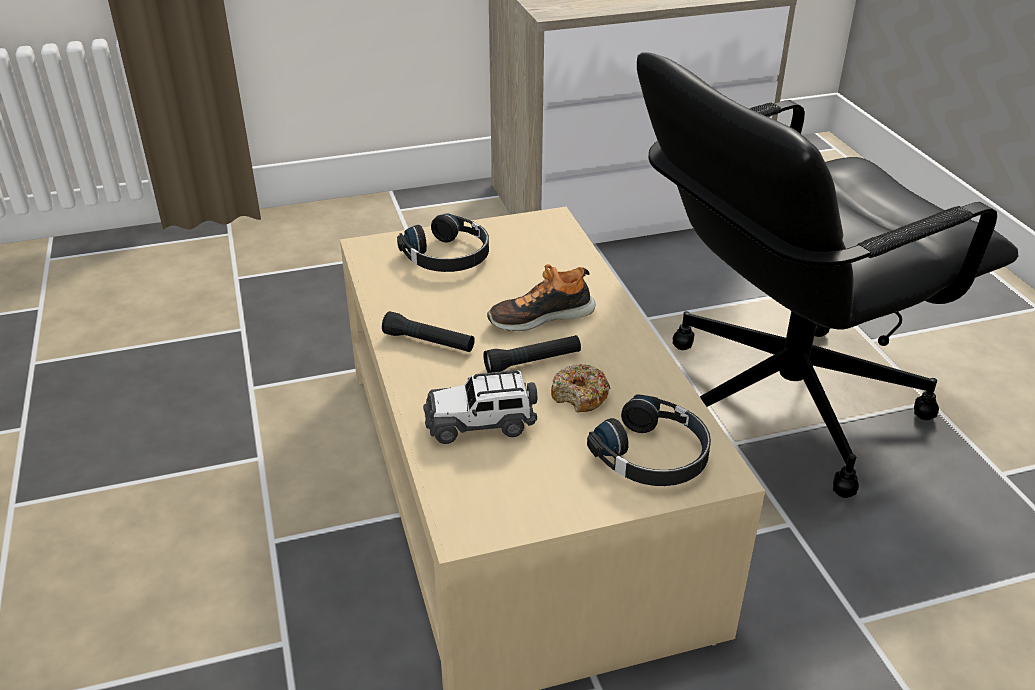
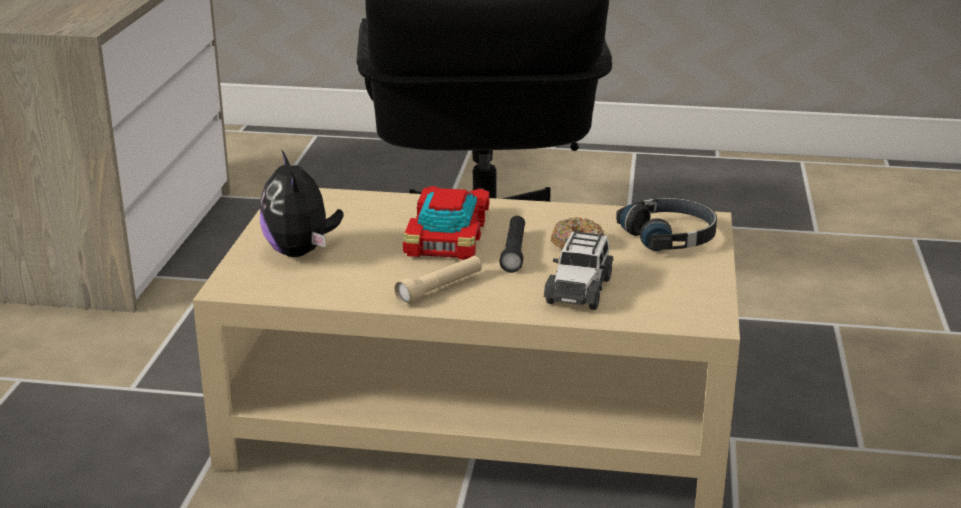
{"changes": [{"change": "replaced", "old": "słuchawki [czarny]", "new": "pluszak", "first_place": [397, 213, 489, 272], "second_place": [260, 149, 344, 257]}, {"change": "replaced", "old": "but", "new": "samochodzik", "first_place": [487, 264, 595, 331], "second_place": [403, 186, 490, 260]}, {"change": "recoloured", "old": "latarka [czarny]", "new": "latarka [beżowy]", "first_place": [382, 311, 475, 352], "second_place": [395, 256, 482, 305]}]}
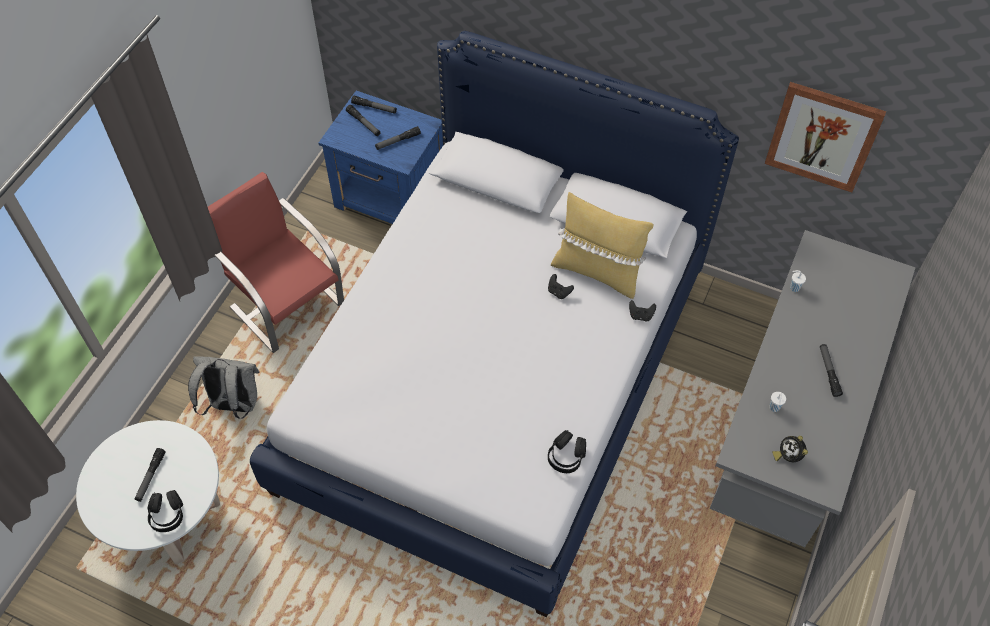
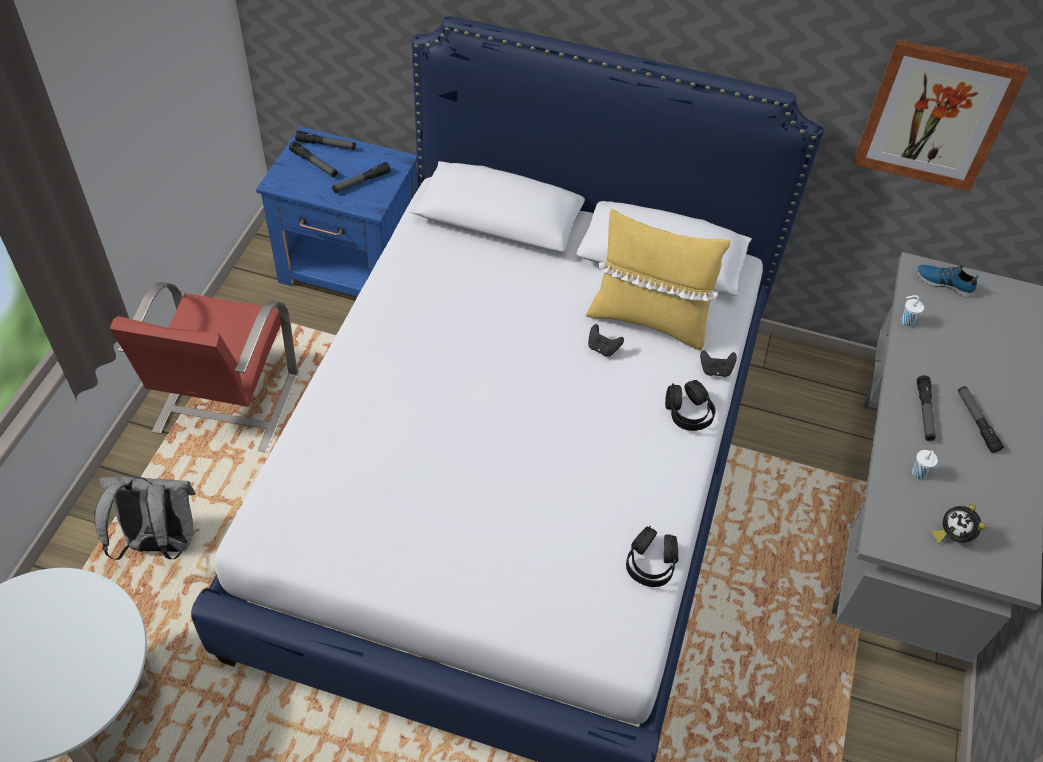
{"changes": [{"change": "turned", "old": "krzesło [czerwony]", "first_place": [208, 172, 344, 353], "second_place": [110, 282, 298, 453], "degrees": -120}, {"change": "moved", "old": "latarka", "first_place": [135, 448, 166, 502], "second_place": [917, 375, 936, 441]}, {"change": "moved", "old": "słuchawki [czarny]", "first_place": [148, 490, 183, 532], "second_place": [665, 380, 715, 431]}, {"change": "added", "new": "but", "second_place": [916, 263, 979, 298]}]}
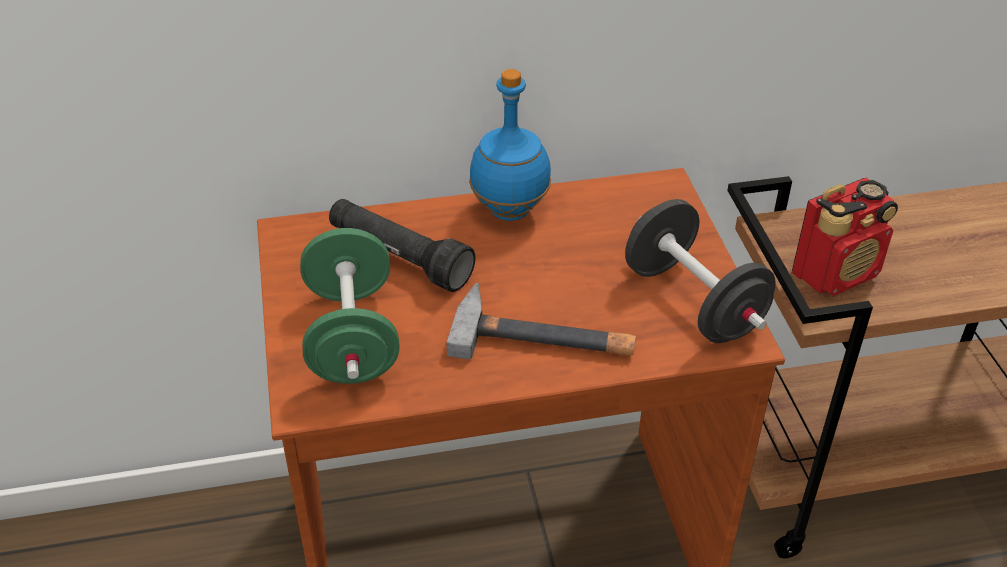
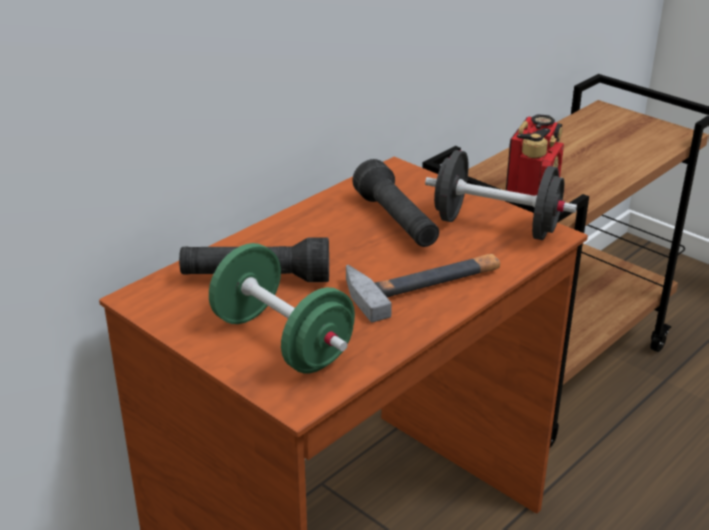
{"changes": [{"change": "removed", "old": "butelka [niebieski]", "first_place": [469, 69, 551, 221]}, {"change": "added", "new": "latarka [czarny]", "second_place": [352, 159, 439, 247]}]}
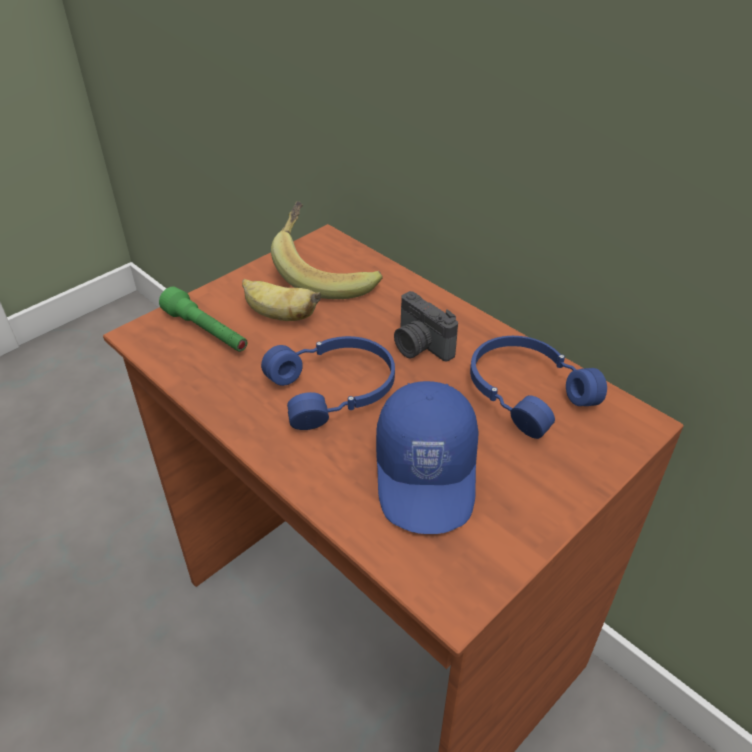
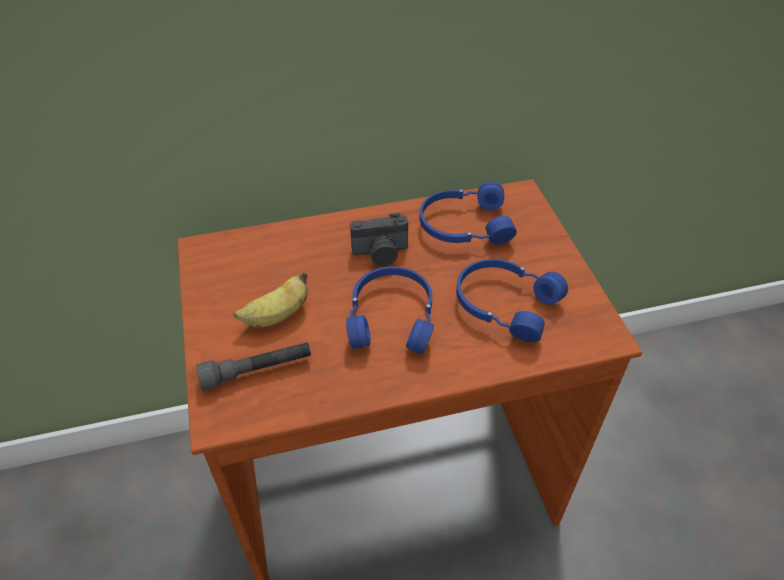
{"changes": [{"change": "removed", "old": "banan", "first_place": [271, 201, 383, 299]}, {"change": "recoloured", "old": "latarka [zielony]", "new": "latarka [szary]", "first_place": [159, 287, 247, 352], "second_place": [196, 343, 311, 390]}, {"change": "replaced", "old": "czapka z daszkiem [niebieski]", "new": "słuchawki [niebieski]", "first_place": [376, 381, 478, 534], "second_place": [456, 259, 568, 342]}]}
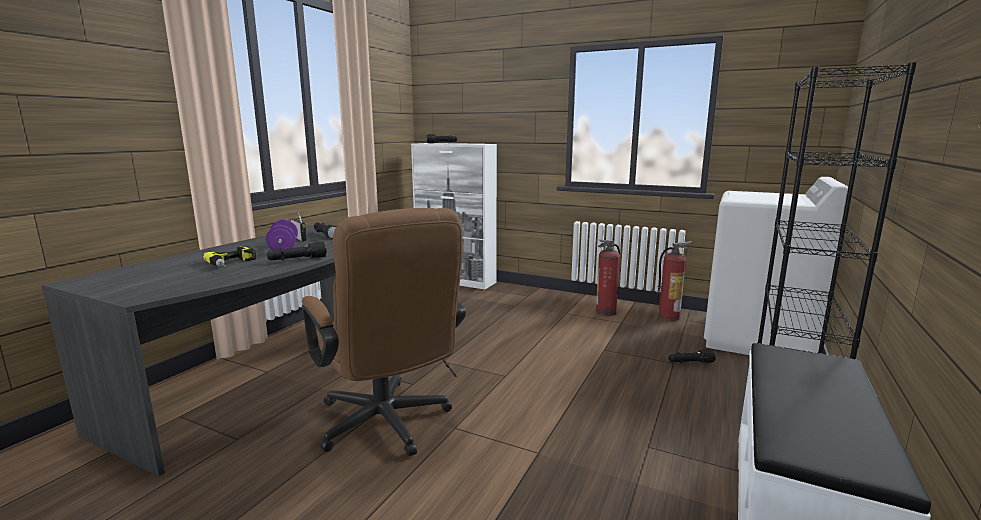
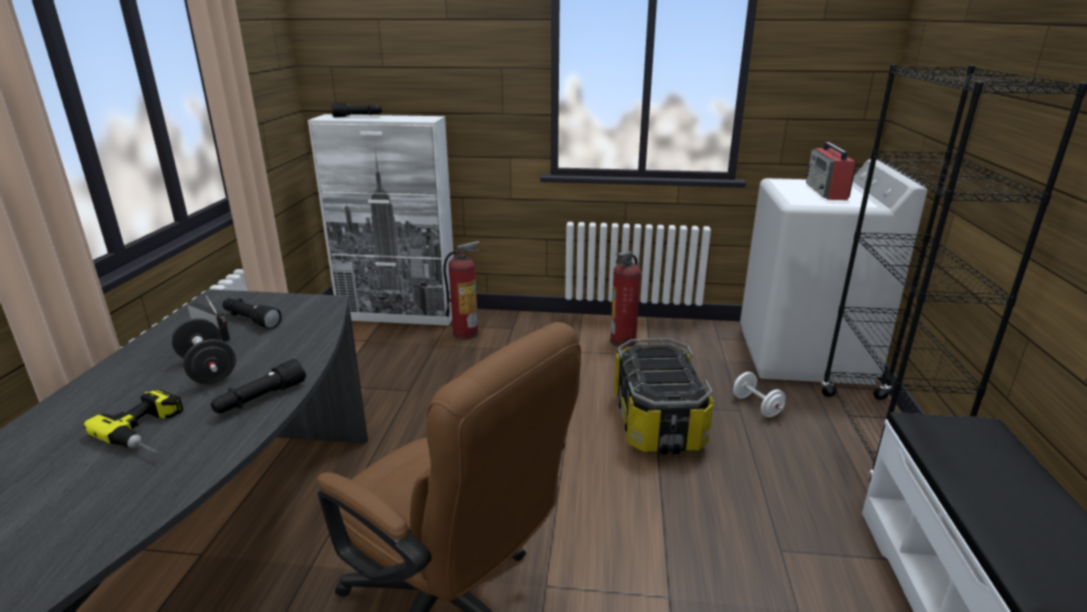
{"changes": [{"change": "recoloured", "old": "hantel [fioletowy]", "new": "hantel [czarny]", "first_place": [266, 219, 298, 250], "second_place": [171, 318, 236, 384]}, {"change": "moved", "old": "gaśnica", "first_place": [655, 241, 692, 321], "second_place": [443, 241, 480, 339]}, {"change": "replaced", "old": "latarka [czarny]", "new": "hantel [biały]", "first_place": [668, 349, 716, 364], "second_place": [733, 372, 786, 418]}, {"change": "added", "new": "radio", "second_place": [805, 142, 857, 200]}, {"change": "added", "new": "pojemnik do przechowywania", "second_place": [614, 338, 714, 455]}]}
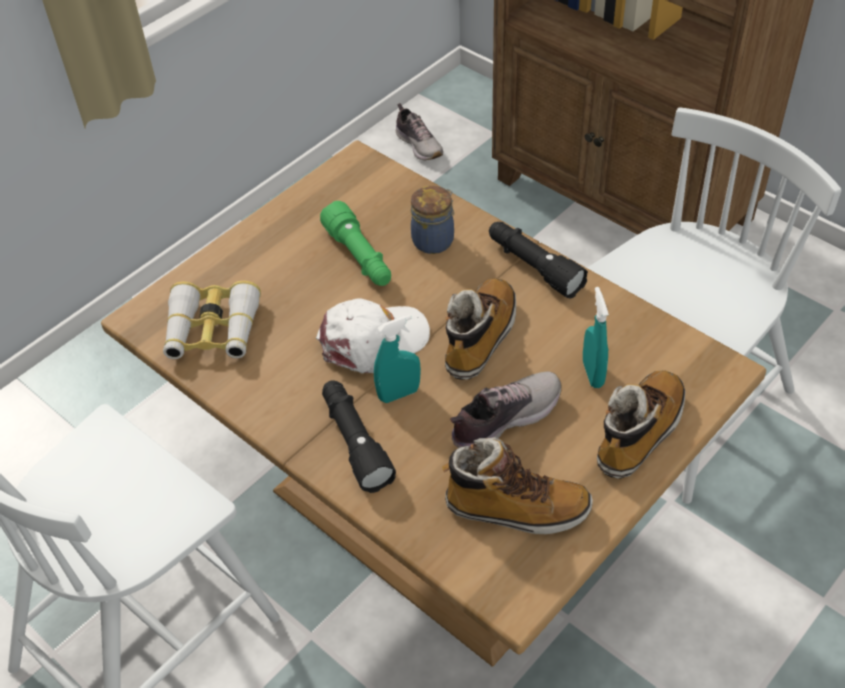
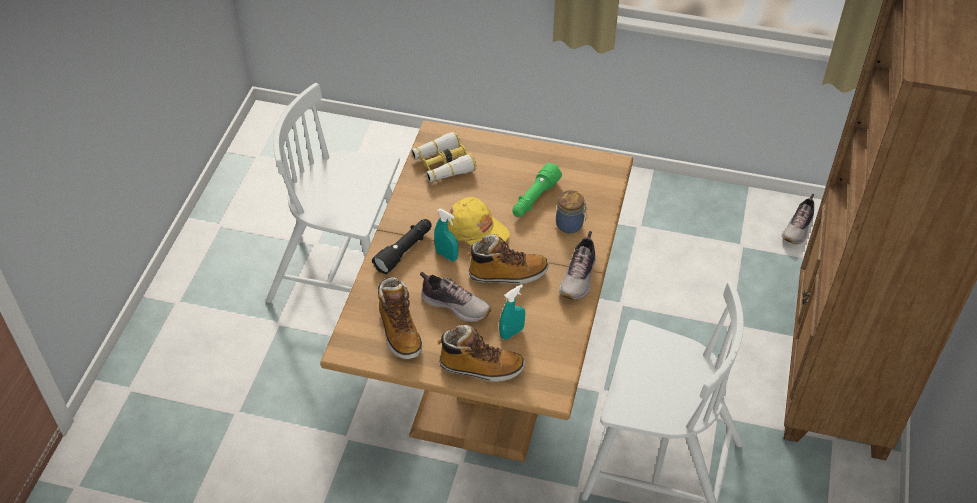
{"changes": [{"change": "replaced", "old": "latarka [czarny]", "new": "but", "first_place": [489, 222, 588, 299], "second_place": [559, 231, 596, 300]}, {"change": "recoloured", "old": "czapka z daszkiem [biały]", "new": "czapka z daszkiem [żółty]", "first_place": [316, 299, 430, 373], "second_place": [447, 197, 510, 246]}]}
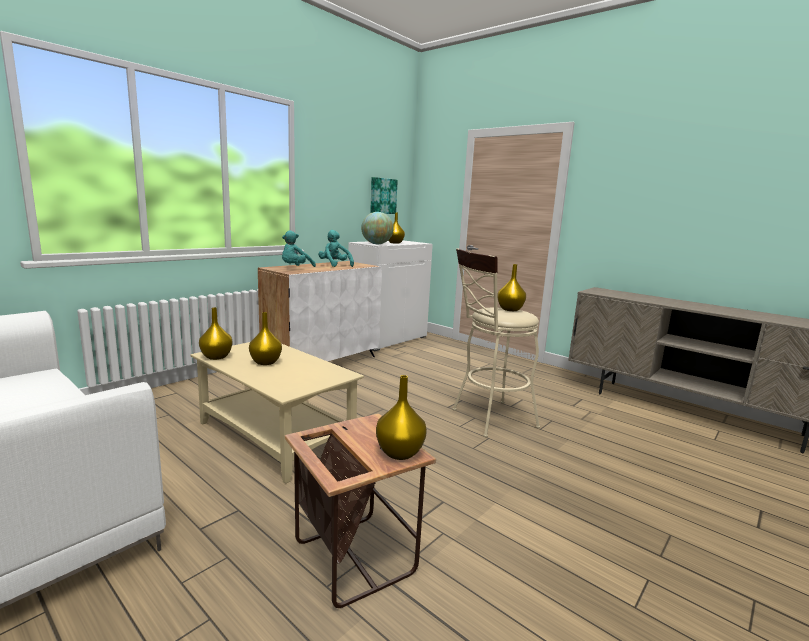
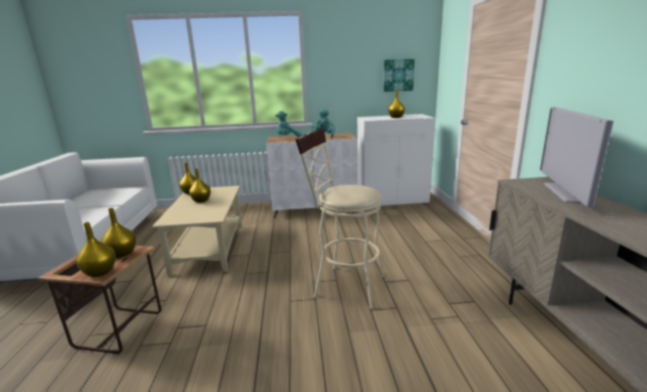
{"changes": [{"change": "removed", "old": "globus", "first_place": [361, 212, 394, 244]}, {"change": "moved", "old": "wazon [żółty]", "first_place": [497, 264, 526, 311], "second_place": [101, 208, 136, 258]}, {"change": "added", "new": "telewizor", "second_place": [540, 107, 614, 208]}]}
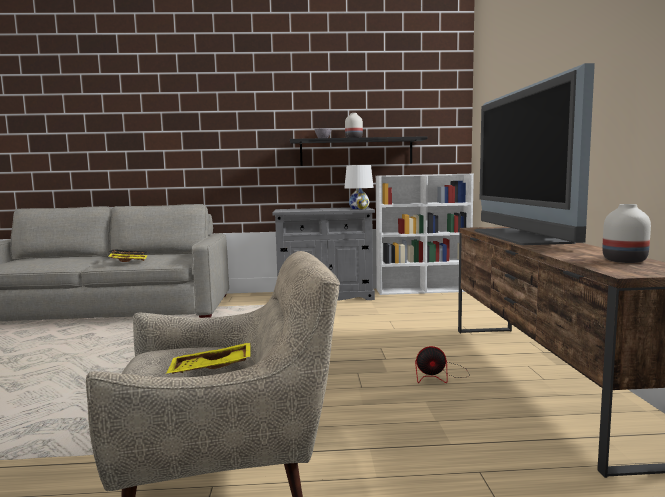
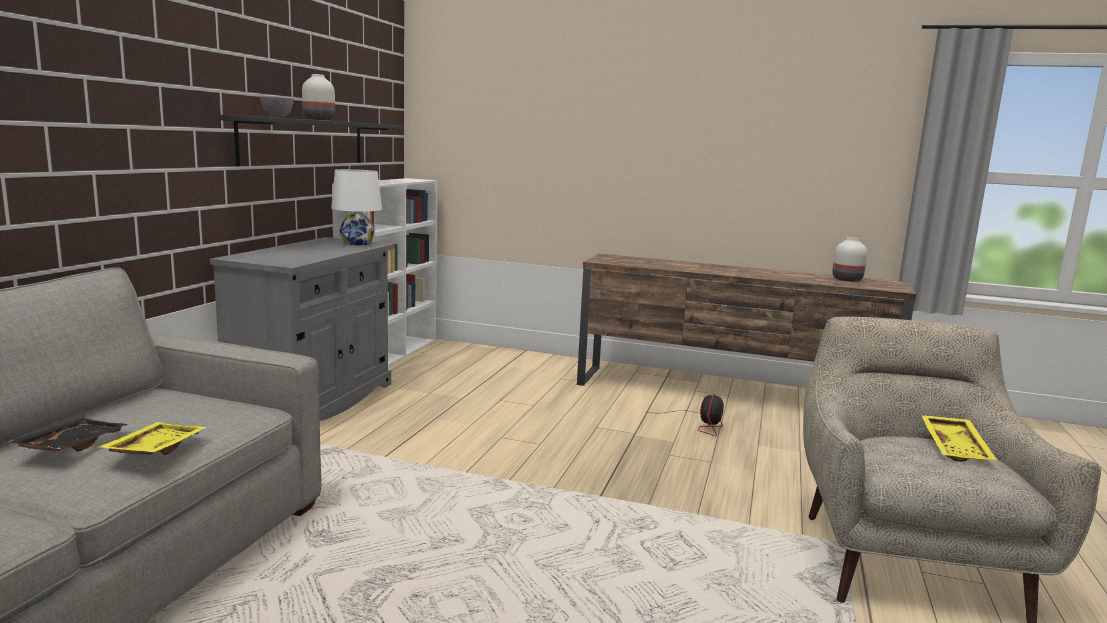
{"changes": [{"change": "removed", "old": "telewizor", "first_place": [475, 63, 595, 245]}]}
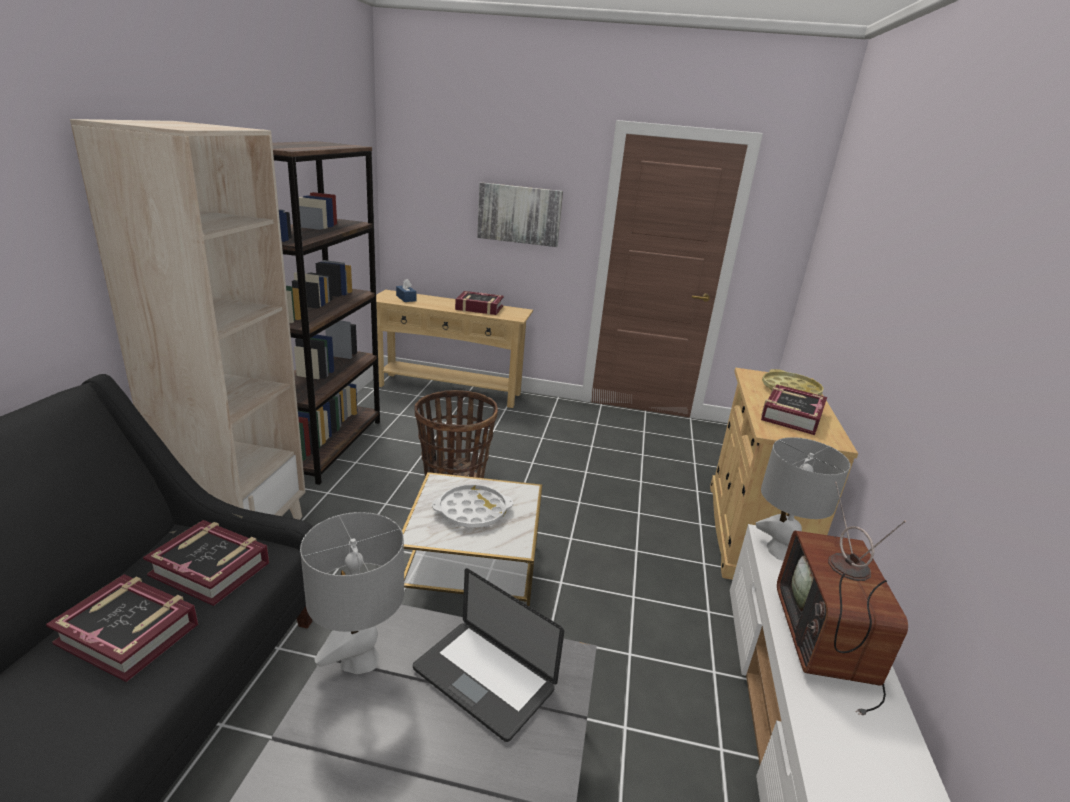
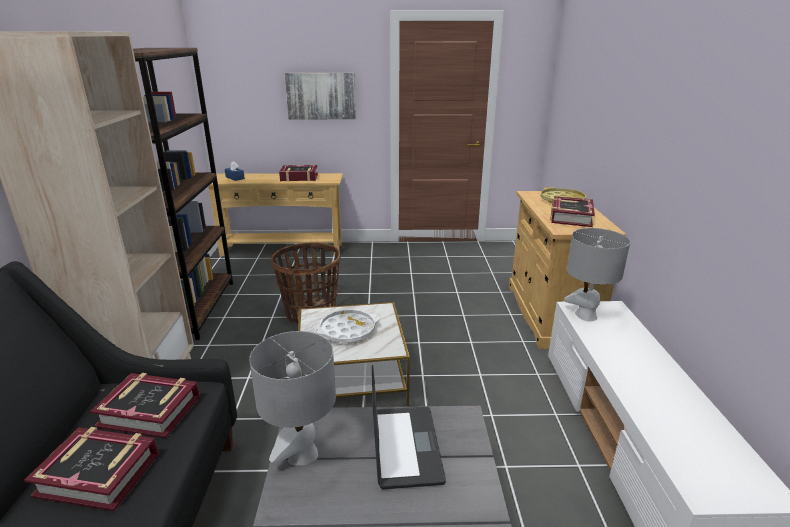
{"changes": [{"change": "removed", "old": "telewizor", "first_place": [777, 482, 908, 715]}, {"change": "turned", "old": "laptop", "first_place": [413, 568, 564, 742], "second_place": [372, 365, 446, 489], "degrees": -120}]}
